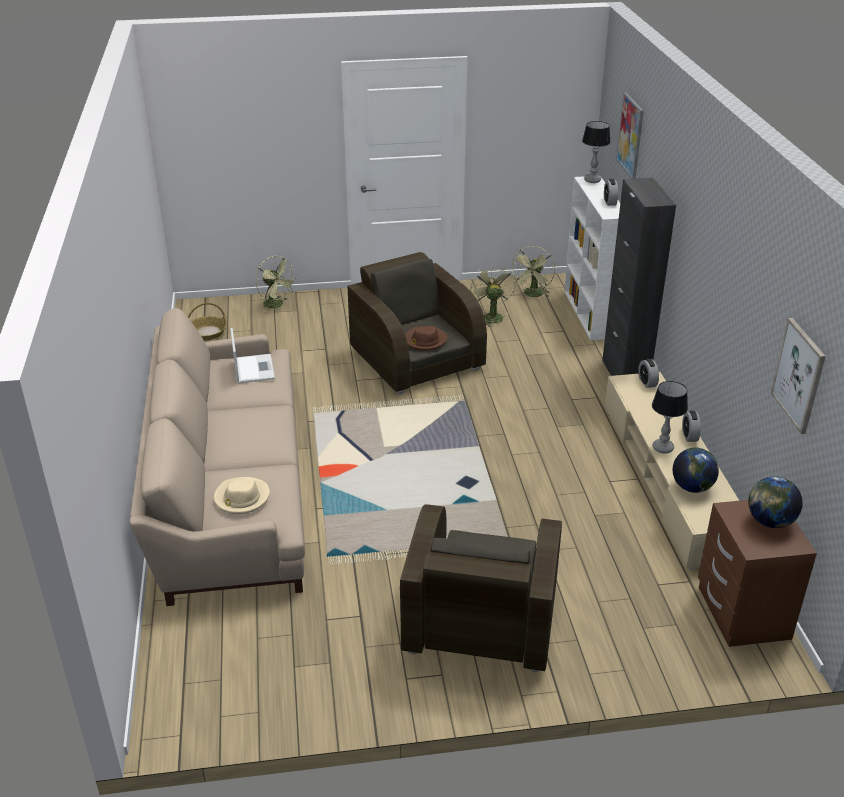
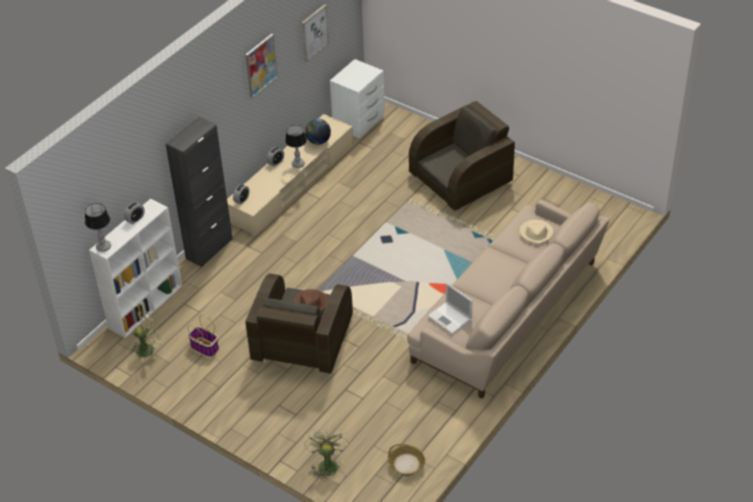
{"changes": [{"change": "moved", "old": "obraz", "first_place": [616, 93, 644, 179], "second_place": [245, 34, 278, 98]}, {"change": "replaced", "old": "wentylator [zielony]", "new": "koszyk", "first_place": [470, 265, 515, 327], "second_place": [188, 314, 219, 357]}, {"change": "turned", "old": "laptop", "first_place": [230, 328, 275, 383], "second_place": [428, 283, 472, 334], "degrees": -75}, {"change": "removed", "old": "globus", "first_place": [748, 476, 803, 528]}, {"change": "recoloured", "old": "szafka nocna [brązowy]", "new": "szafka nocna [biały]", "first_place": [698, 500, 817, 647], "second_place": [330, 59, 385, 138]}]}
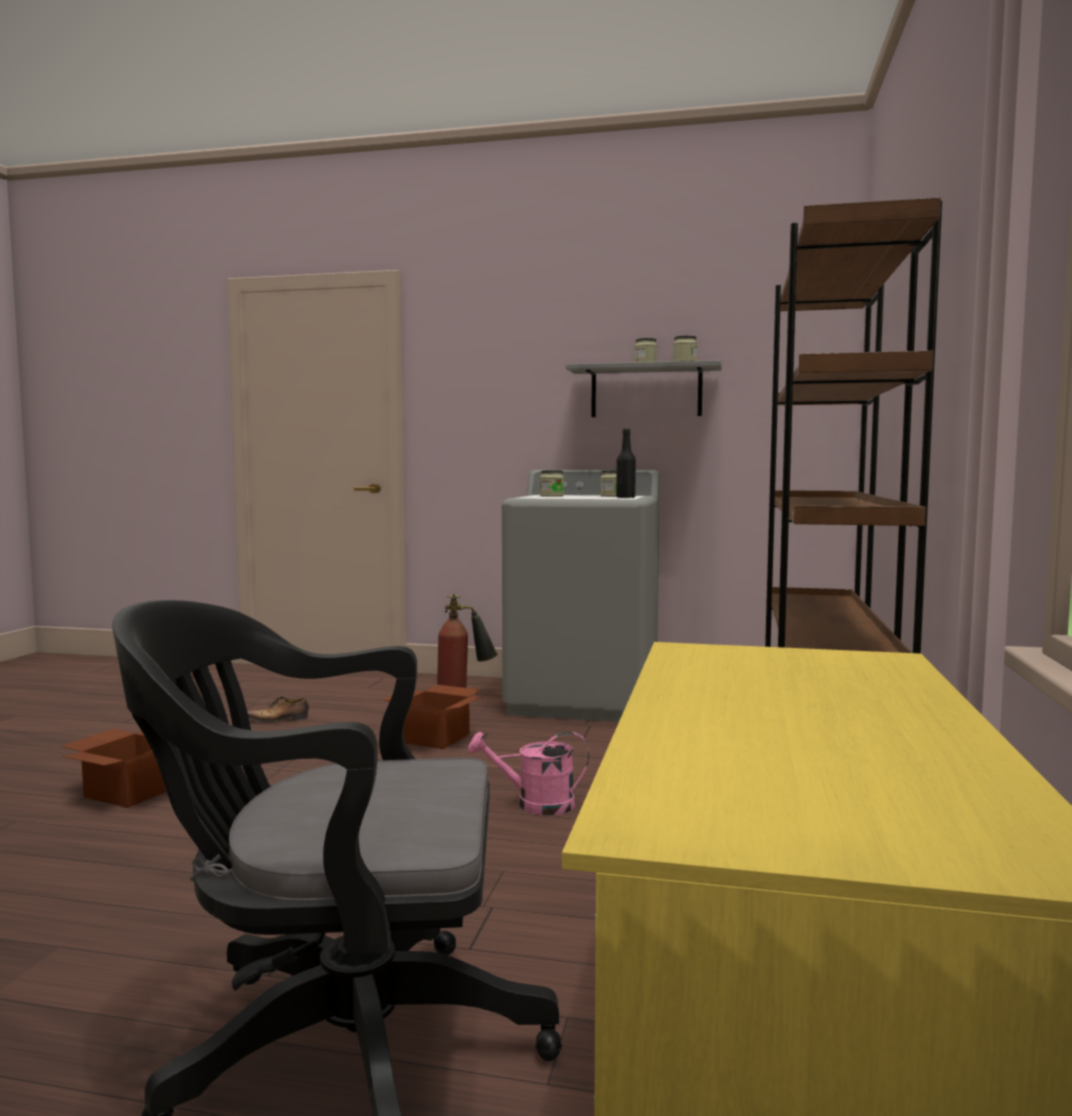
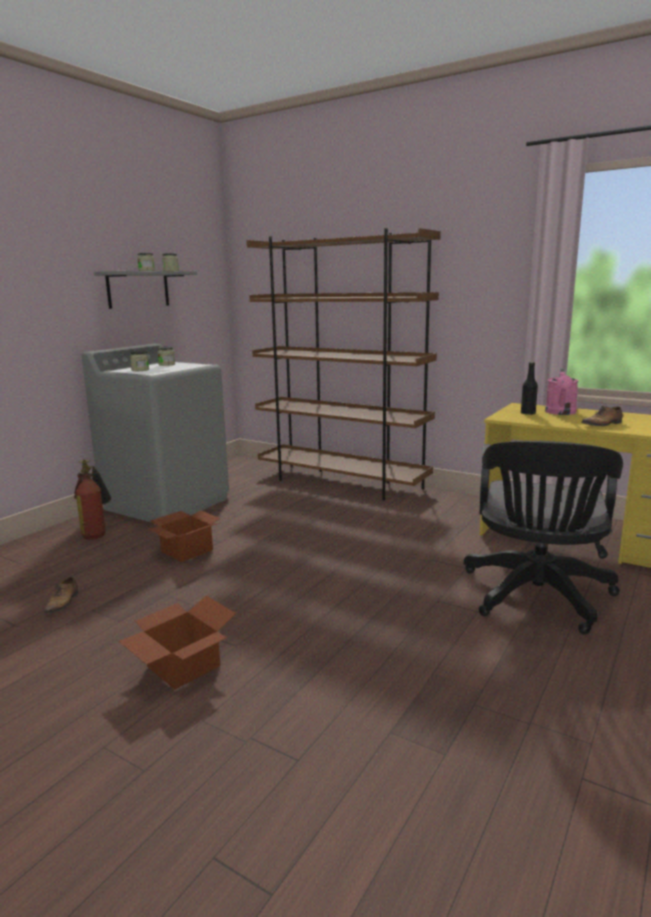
{"changes": [{"change": "moved", "old": "butelka [czarny]", "first_place": [616, 429, 636, 498], "second_place": [521, 362, 538, 415]}, {"change": "moved", "old": "konewka [różowy]", "first_place": [468, 732, 589, 815], "second_place": [545, 369, 579, 415]}, {"change": "added", "new": "but", "second_place": [582, 406, 623, 426]}]}
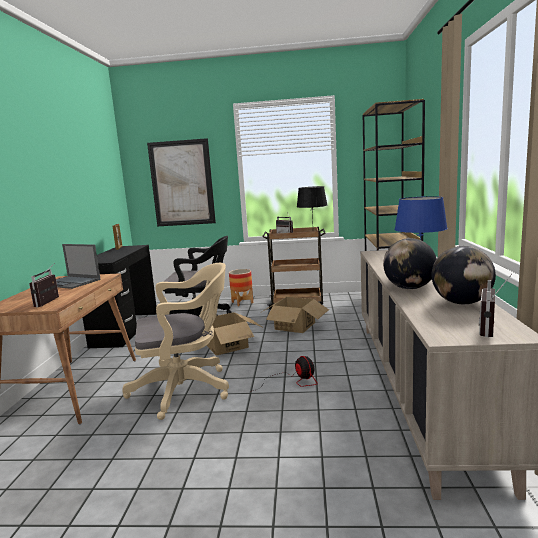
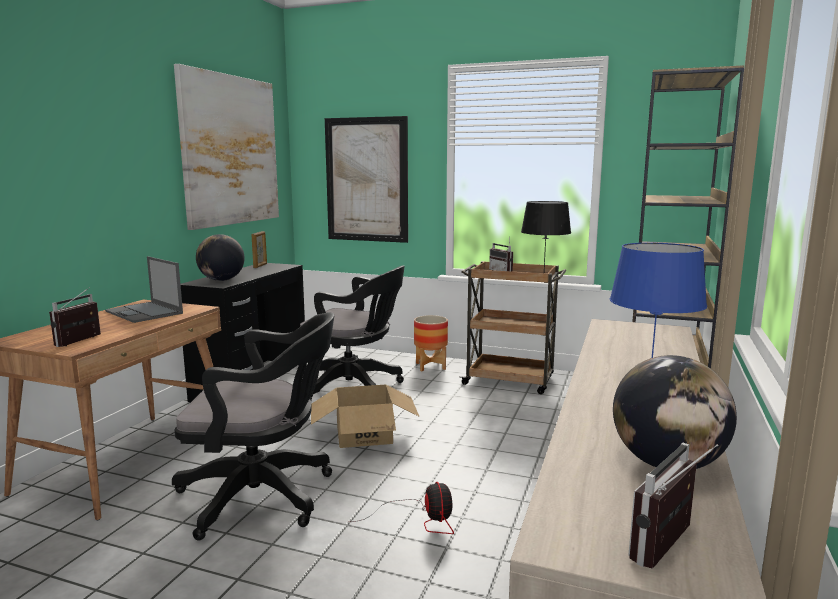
{"changes": [{"change": "moved", "old": "globus", "first_place": [383, 238, 436, 289], "second_place": [196, 234, 245, 281]}, {"change": "recoloured", "old": "krzesło biurowe [beżowy]", "new": "krzesło biurowe [czarny]", "first_place": [122, 263, 229, 420], "second_place": [172, 312, 334, 540]}, {"change": "removed", "old": "karton", "first_place": [260, 297, 329, 333]}, {"change": "added", "new": "obraz", "second_place": [174, 64, 279, 230]}]}
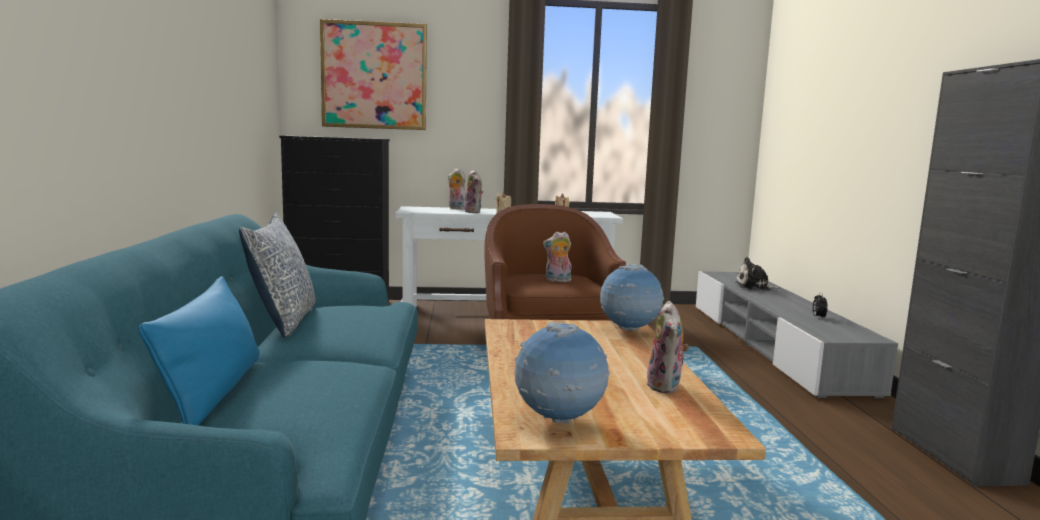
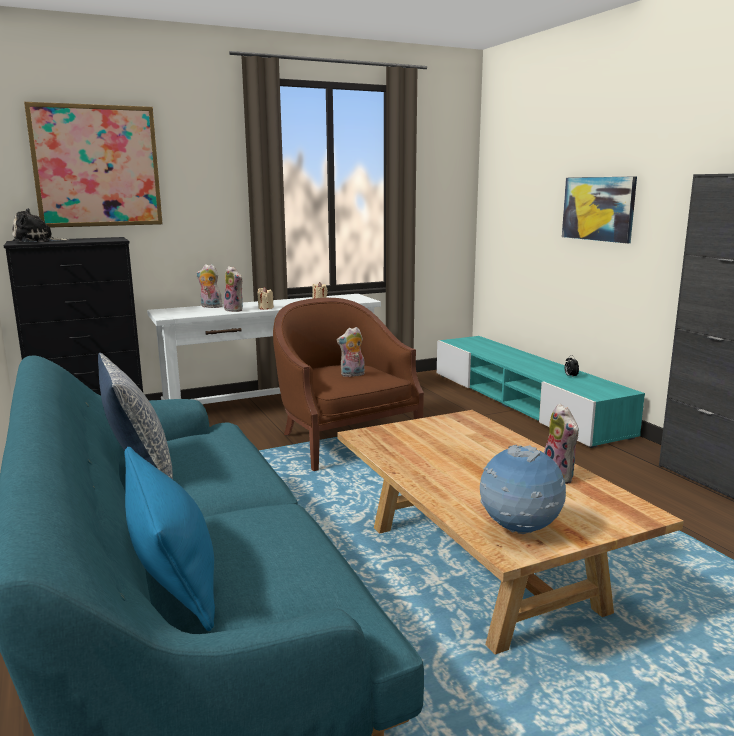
{"changes": [{"change": "moved", "old": "pluszak", "first_place": [735, 257, 780, 291], "second_place": [12, 208, 69, 242]}, {"change": "removed", "old": "globus", "first_place": [600, 264, 664, 331]}, {"change": "recoloured", "old": "szafka pod telewizor [szary]", "new": "szafka pod telewizor [turkusowy]", "first_place": [696, 271, 898, 398], "second_place": [437, 336, 645, 448]}, {"change": "added", "new": "obraz", "second_place": [562, 177, 637, 243]}]}
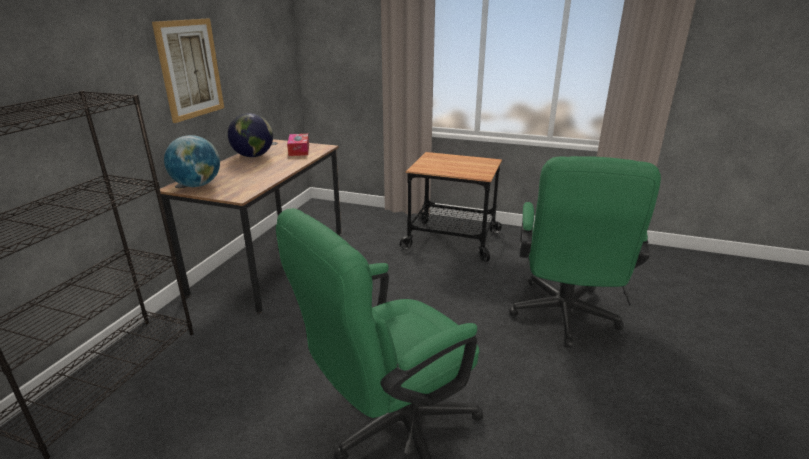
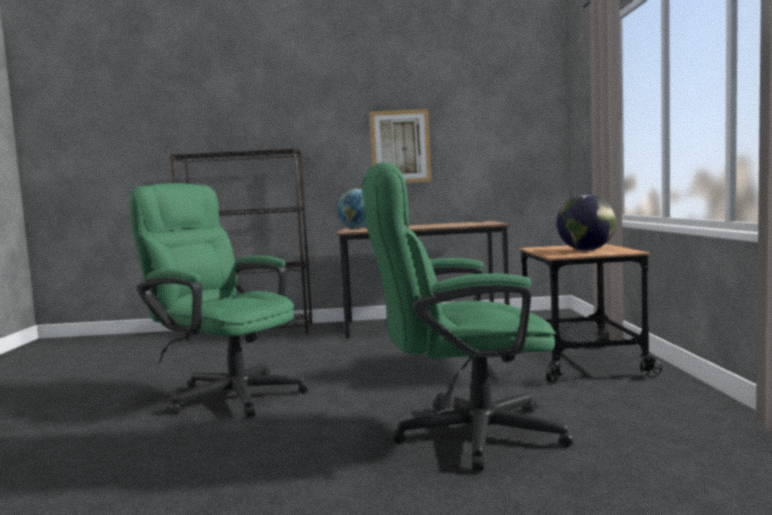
{"changes": [{"change": "moved", "old": "globus", "first_place": [228, 113, 273, 157], "second_place": [557, 194, 616, 251]}, {"change": "removed", "old": "pudełko chusteczek", "first_place": [287, 134, 309, 156]}]}
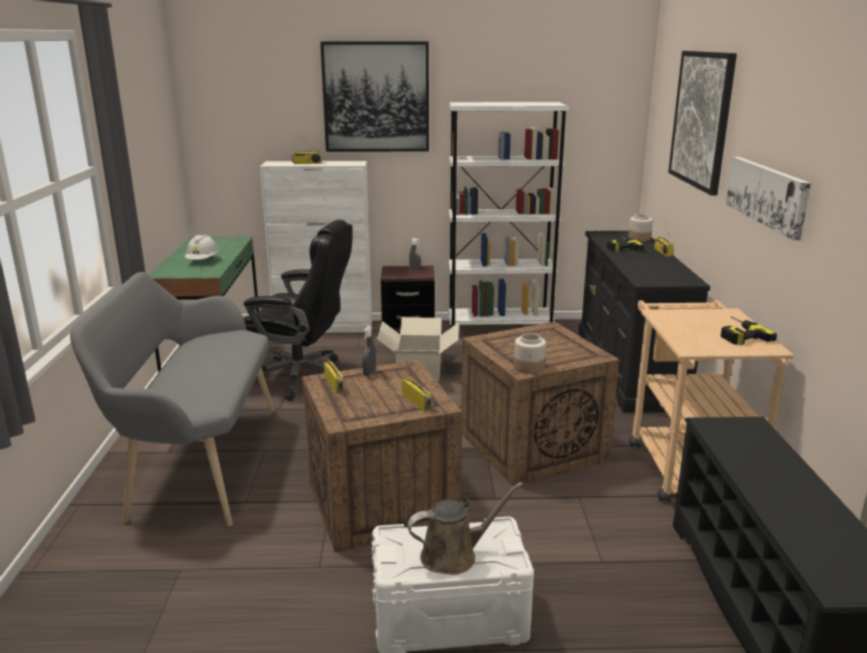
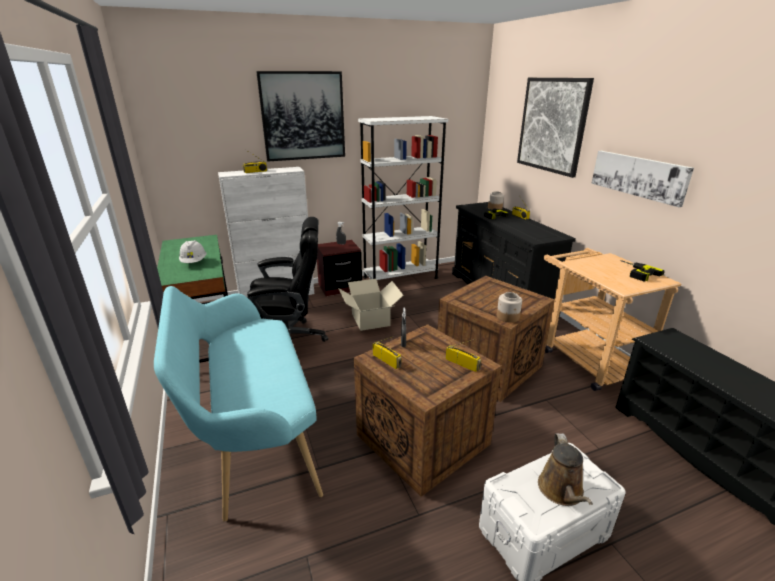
{"changes": [{"change": "recoloured", "old": "ławka [szary]", "new": "ławka [turkusowy]", "first_place": [70, 272, 275, 527], "second_place": [154, 286, 323, 522]}, {"change": "turned", "old": "konewka [brązowy]", "first_place": [407, 482, 523, 575], "second_place": [538, 433, 593, 506], "degrees": 135}]}
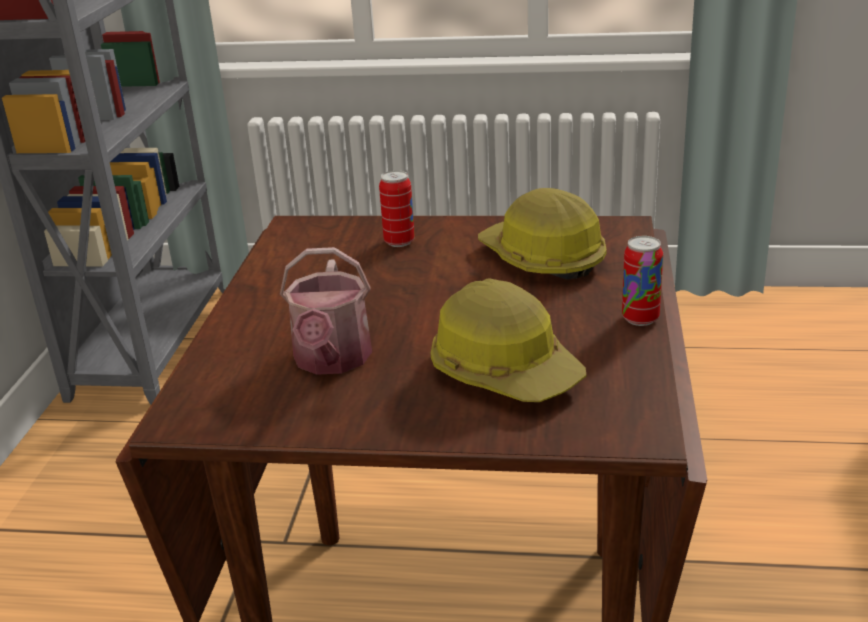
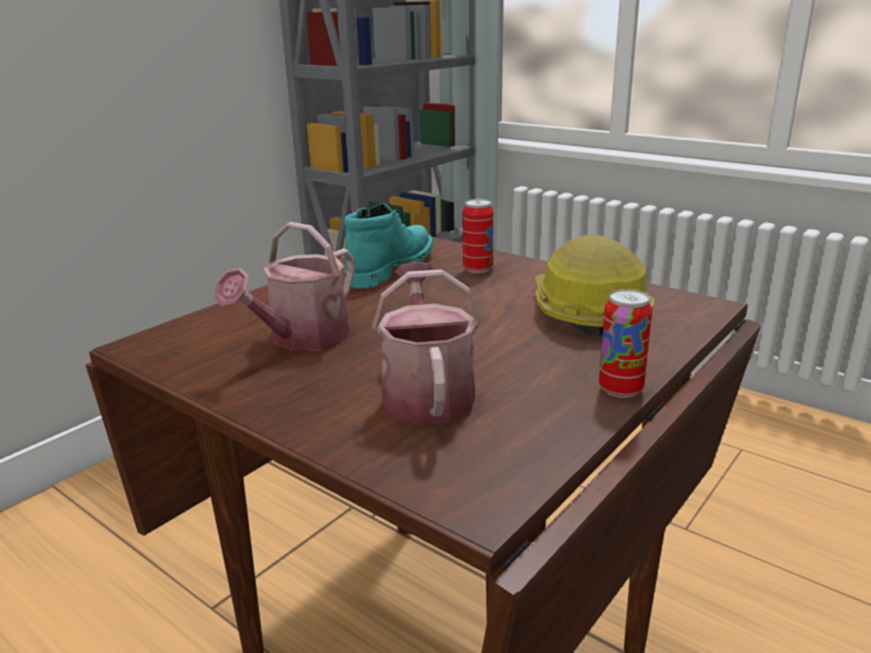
{"changes": [{"change": "replaced", "old": "kask", "new": "konewka", "first_place": [431, 278, 586, 402], "second_place": [372, 262, 481, 425]}, {"change": "added", "new": "but z cholewką [turkusowy]", "second_place": [344, 203, 433, 289]}]}
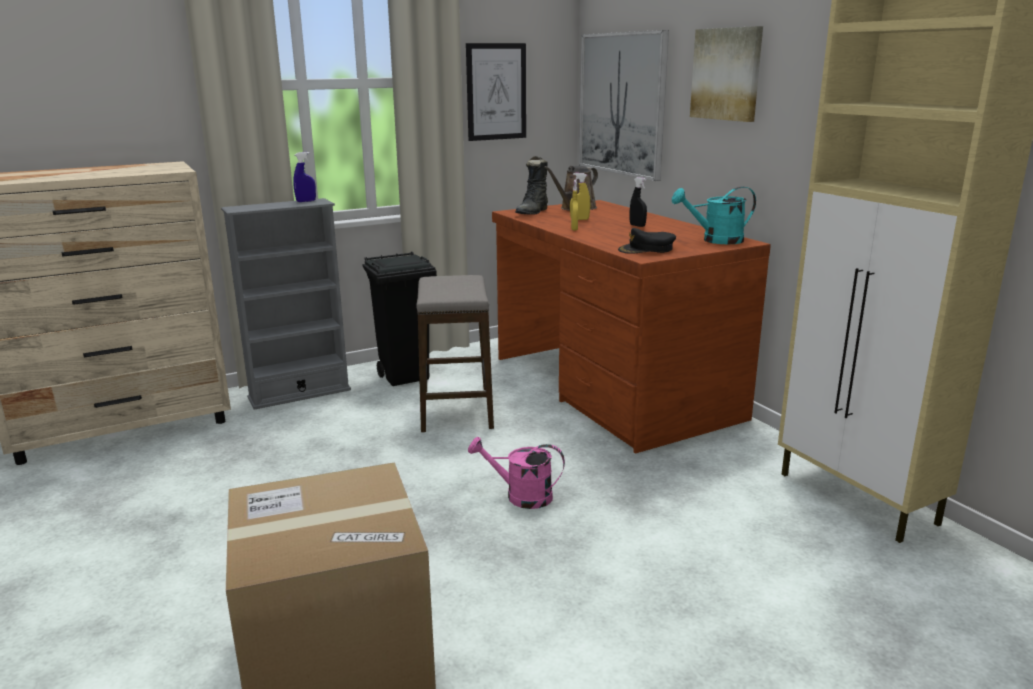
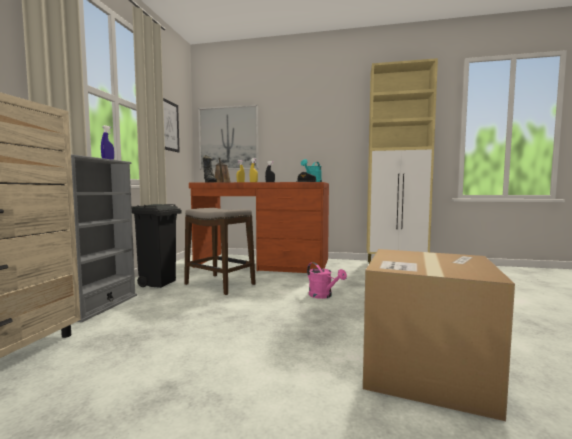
{"changes": [{"change": "removed", "old": "obraz", "first_place": [690, 26, 763, 122]}, {"change": "turned", "old": "konewka [różowy]", "first_place": [468, 437, 565, 509], "second_place": [307, 262, 347, 299], "degrees": -90}]}
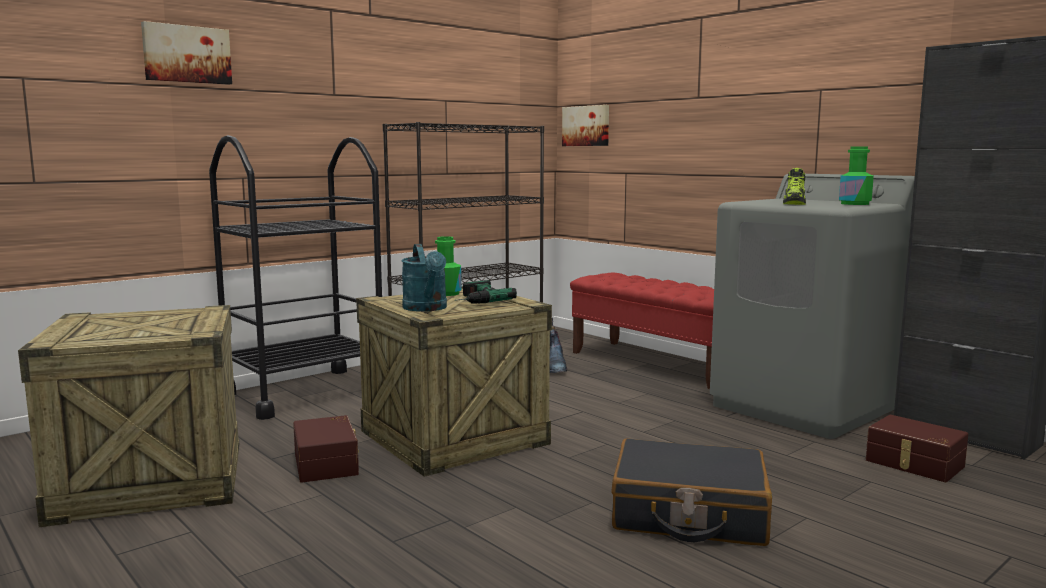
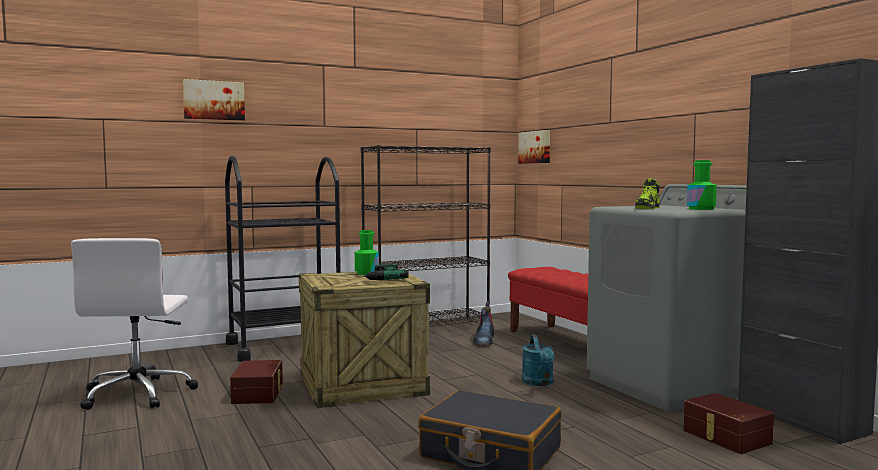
{"changes": [{"change": "moved", "old": "konewka [turkusowy]", "first_place": [401, 244, 447, 312], "second_place": [522, 335, 554, 386]}, {"change": "replaced", "old": "skrzynka", "new": "krzesło biurowe [biały]", "first_place": [18, 305, 239, 527], "second_place": [71, 238, 198, 410]}]}
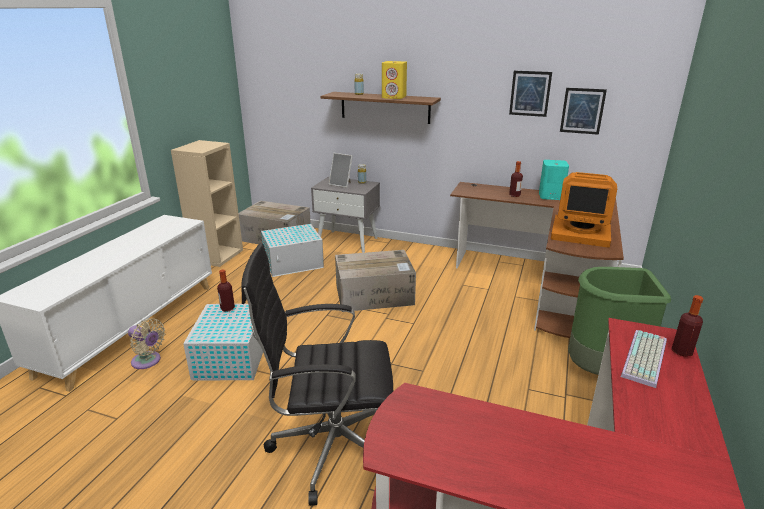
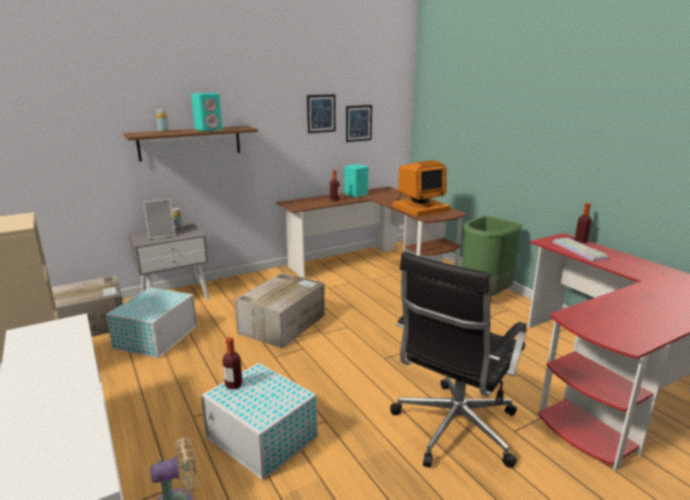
{"changes": [{"change": "recoloured", "old": "głośnik [żółty]", "new": "głośnik [turkusowy]", "first_place": [382, 61, 407, 99], "second_place": [191, 93, 222, 131]}]}
